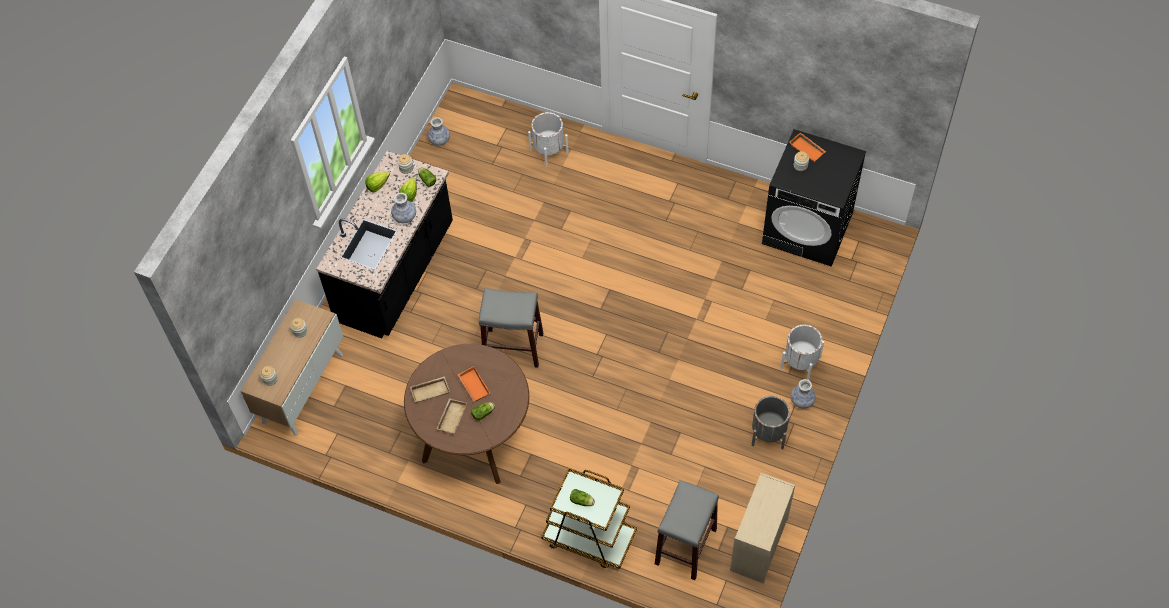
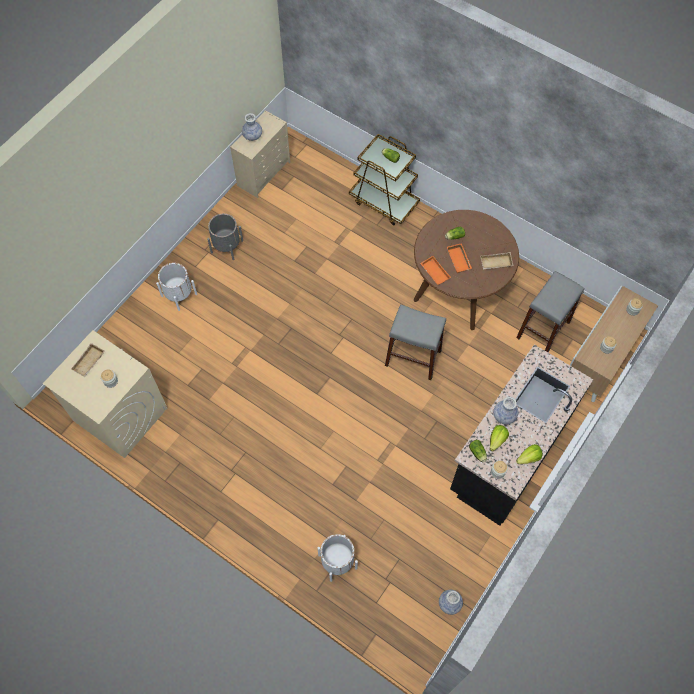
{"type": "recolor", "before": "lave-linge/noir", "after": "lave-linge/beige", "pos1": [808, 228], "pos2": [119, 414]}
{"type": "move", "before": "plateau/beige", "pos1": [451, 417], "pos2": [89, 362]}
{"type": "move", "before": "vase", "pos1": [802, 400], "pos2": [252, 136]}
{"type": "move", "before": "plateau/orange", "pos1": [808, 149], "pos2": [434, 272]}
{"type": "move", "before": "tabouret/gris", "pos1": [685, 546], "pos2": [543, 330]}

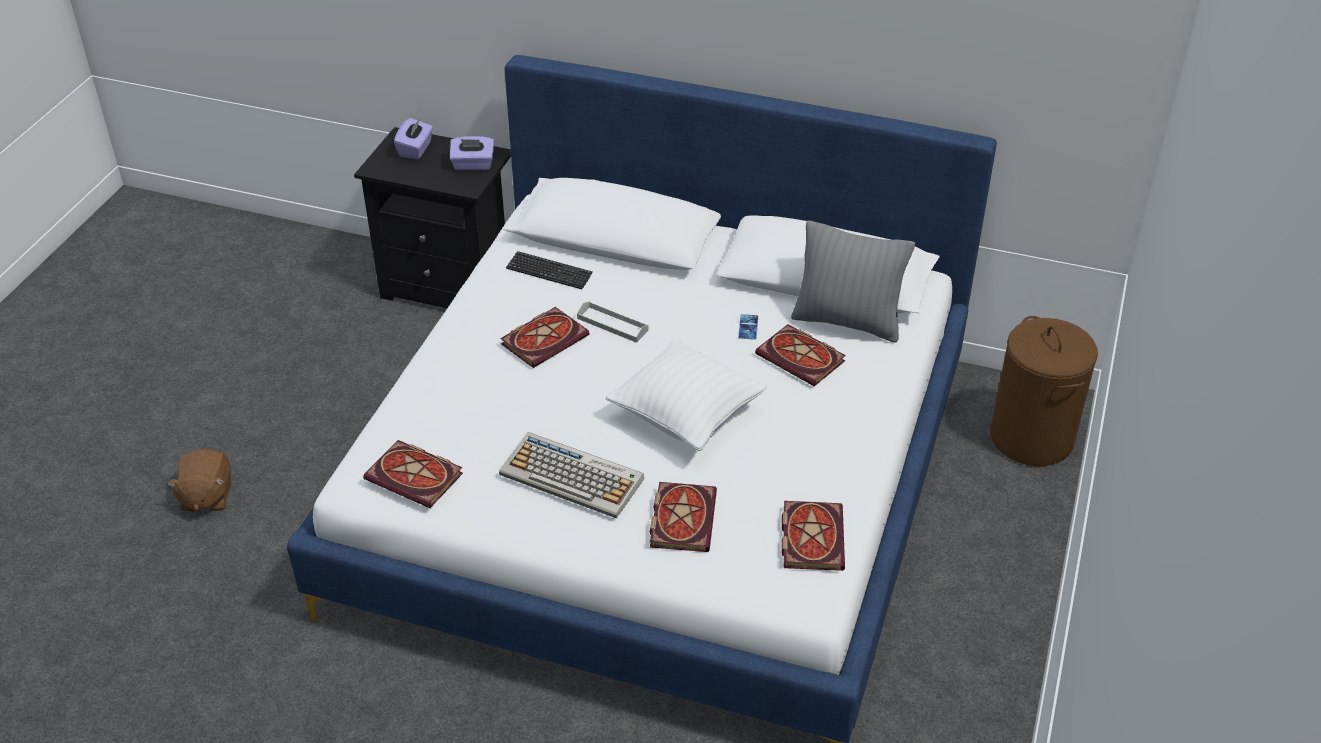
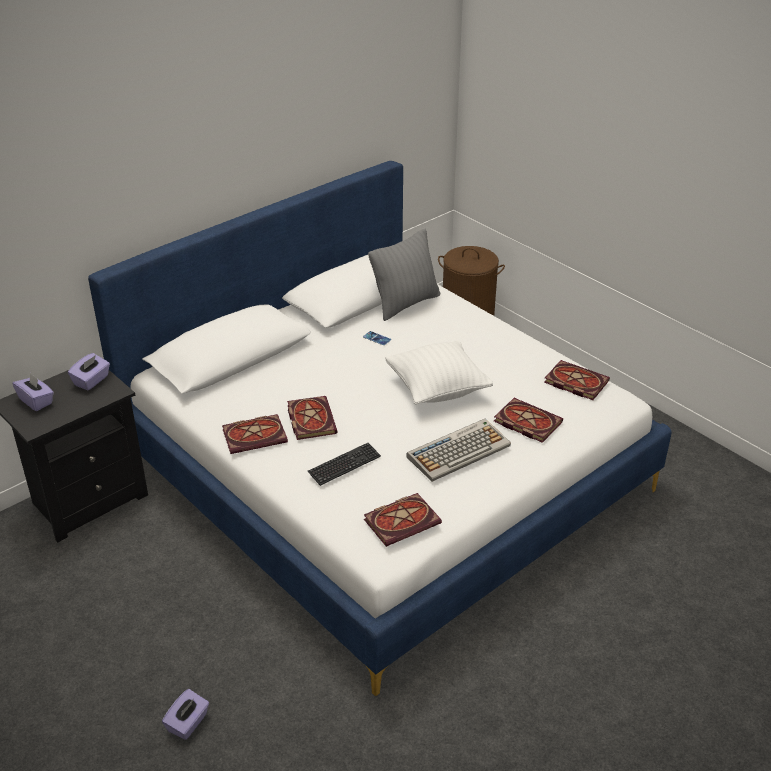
{"type": "replace", "before": "peluche/marron", "after": "boîte à mouchoirs/violet", "pos1": [206, 496], "pos2": [188, 723]}
{"type": "move", "before": "livre", "pos1": [803, 358], "pos2": [256, 435]}
{"type": "move", "before": "clavier", "pos1": [549, 272], "pos2": [344, 465]}
{"type": "delete", "before": "plateau/gris", "pos1": [612, 324]}

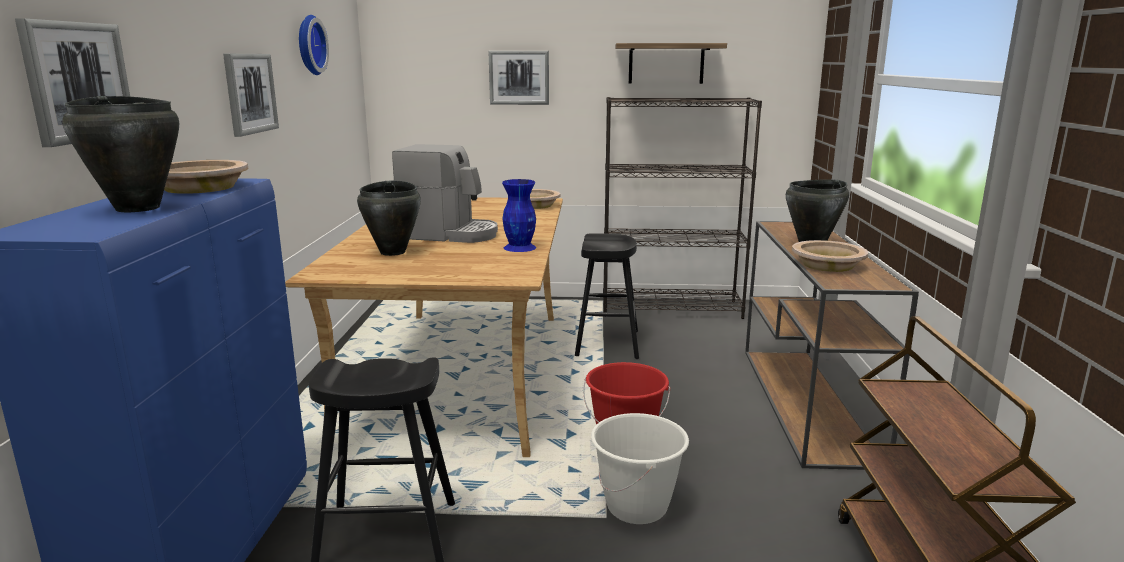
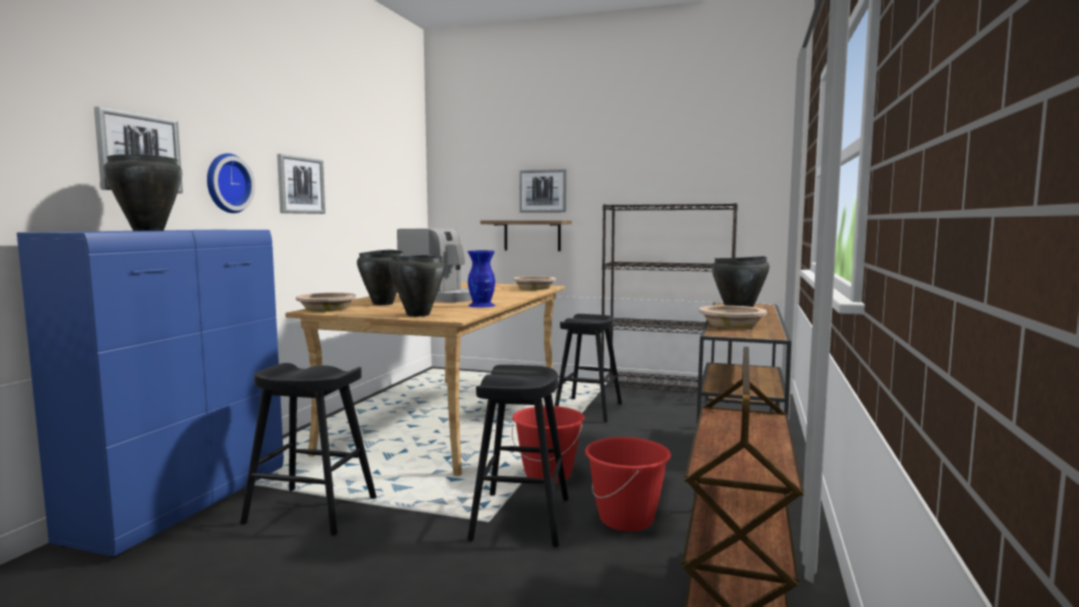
{"type": "move", "before": "horloge murale", "pos1": [308, 45], "pos2": [226, 183]}
{"type": "move", "before": "bol/beige", "pos1": [200, 188], "pos2": [326, 309]}
{"type": "insert", "after": "marmite/noir", "pos2": [417, 315]}
{"type": "replace", "before": "seau/blanc", "after": "tabouret/noir", "pos1": [637, 507], "pos2": [521, 518]}
{"type": "move", "before": "étagère", "pos1": [666, 63], "pos2": [532, 235]}
{"type": "insert", "after": "seau/rouge", "pos2": [626, 519]}

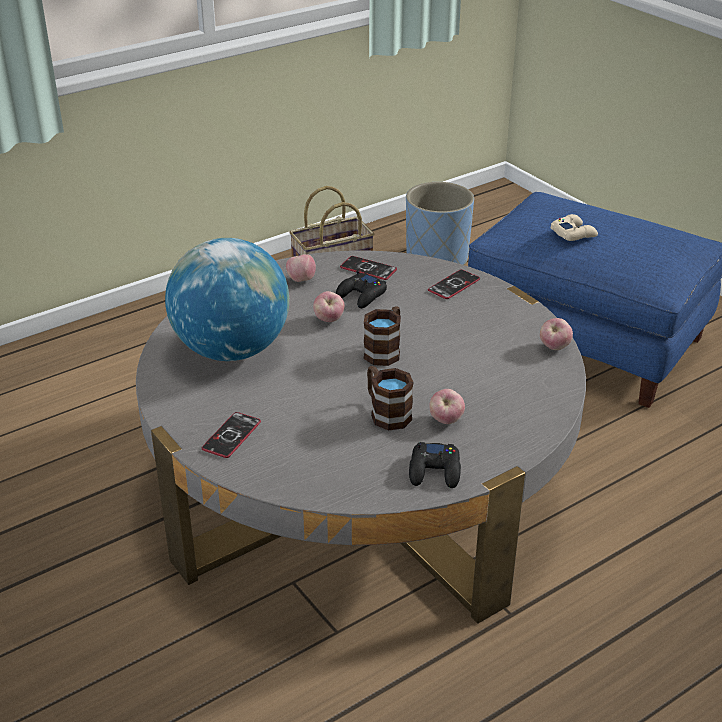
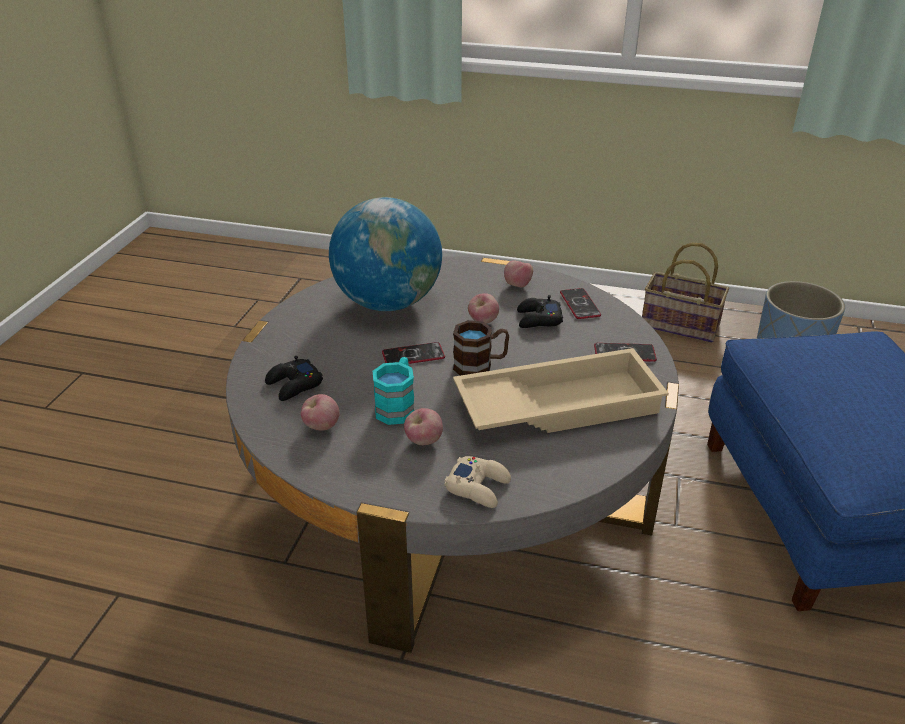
{"type": "move", "before": "manette/noir", "pos1": [435, 471], "pos2": [294, 385]}
{"type": "move", "before": "pomme", "pos1": [554, 348], "pos2": [321, 427]}
{"type": "recolor", "before": "mug/marron", "after": "mug/turquoise", "pos1": [386, 412], "pos2": [397, 406]}
{"type": "move", "before": "téléphone", "pos1": [231, 436], "pos2": [413, 355]}
{"type": "move", "before": "manette/beige", "pos1": [573, 233], "pos2": [478, 487]}
{"type": "insert", "after": "plateau/beige", "pos2": [558, 404]}

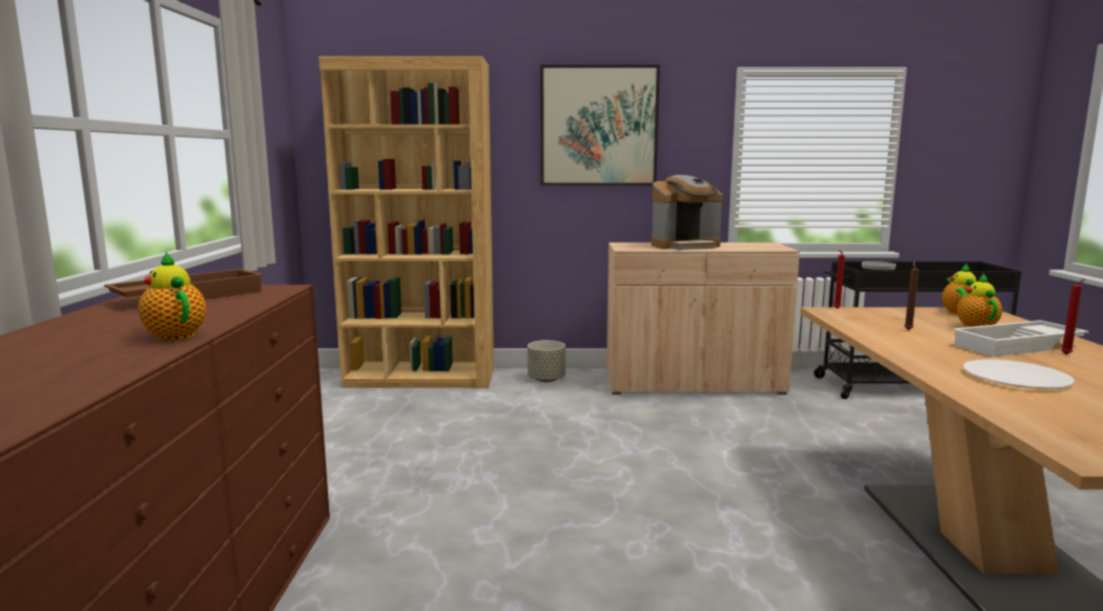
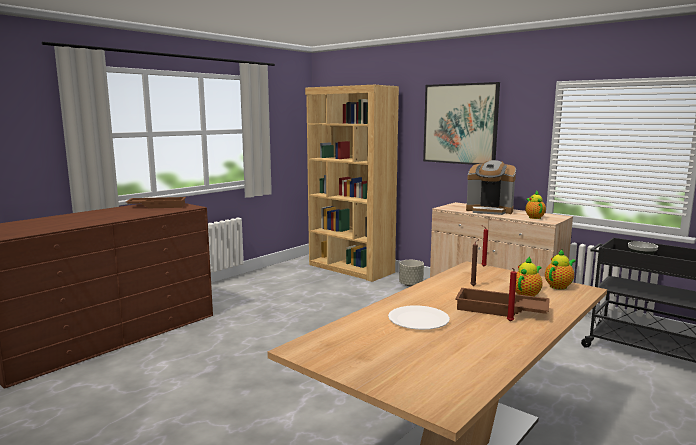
{"type": "recolor", "before": "plateau/blanc", "after": "plateau/marron", "pos1": [1018, 346], "pos2": [500, 310]}
{"type": "move", "before": "théière", "pos1": [174, 335], "pos2": [534, 217]}

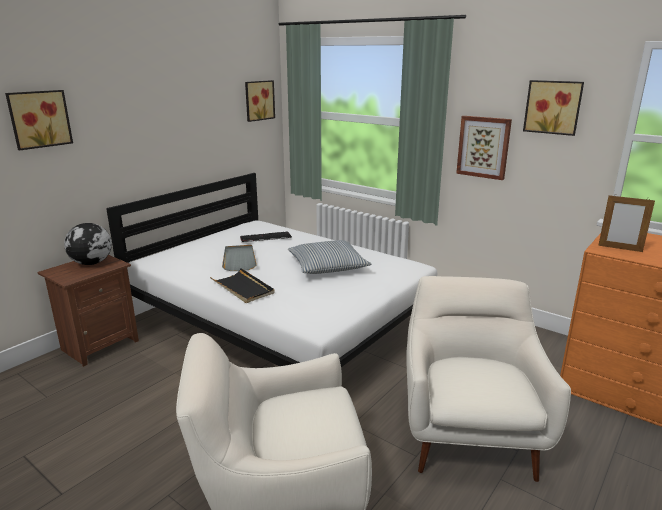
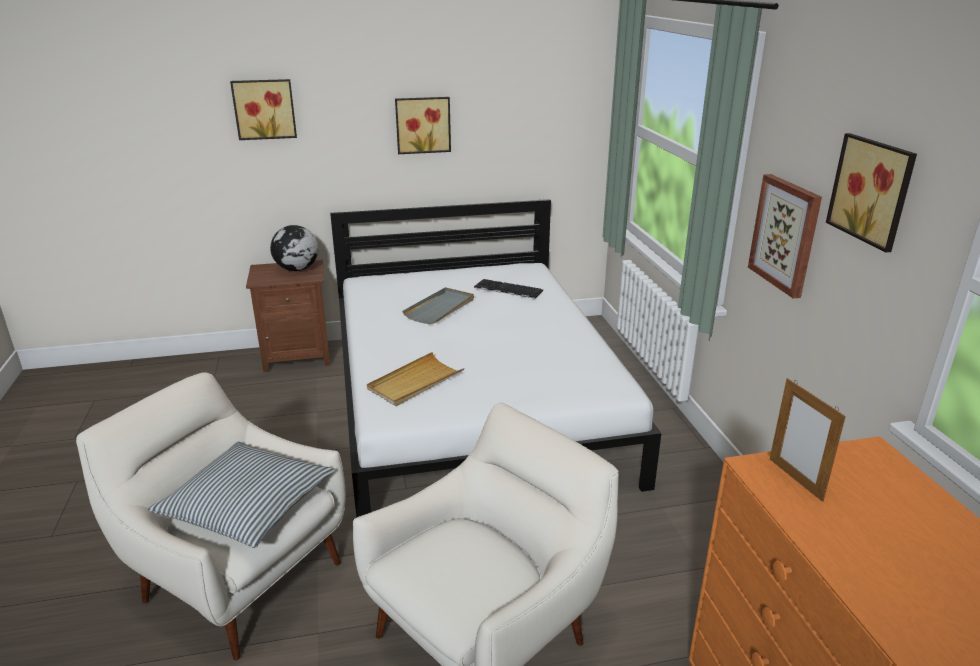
{"type": "move", "before": "coussin", "pos1": [327, 266], "pos2": [248, 505]}
{"type": "insert", "after": "plateau/beige", "pos2": [415, 382]}
{"type": "move", "before": "tableau", "pos1": [258, 100], "pos2": [423, 125]}
{"type": "delete", "before": "plateau/noir", "pos1": [243, 288]}

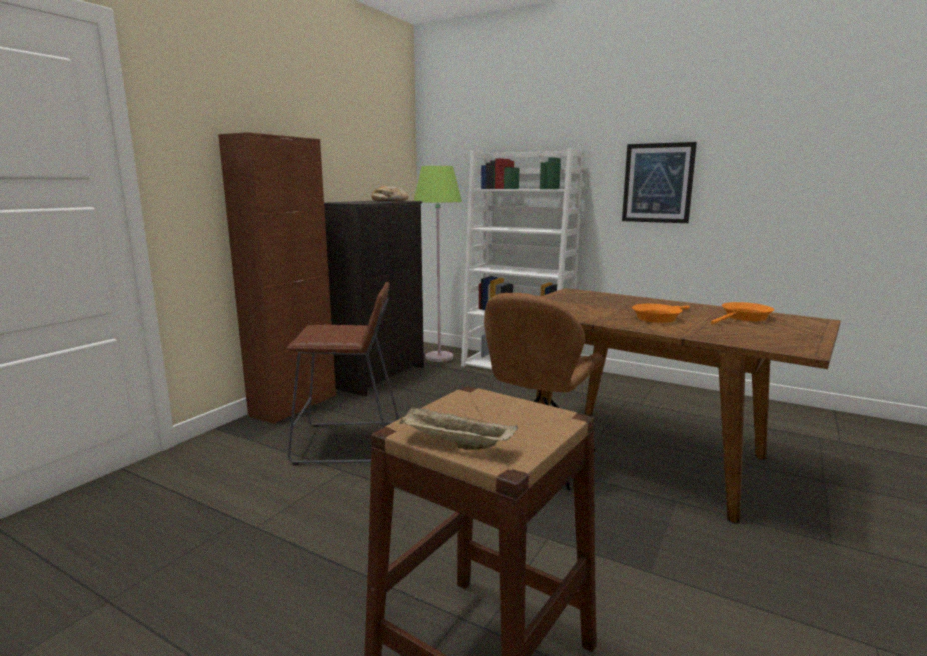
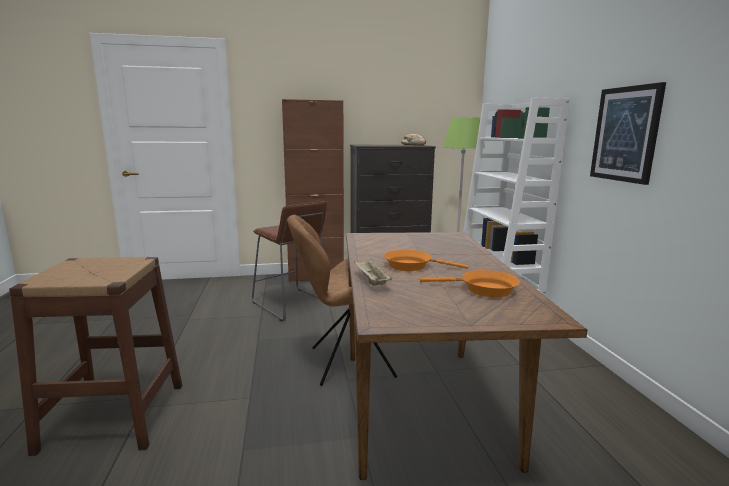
{"type": "move", "before": "plateau/beige", "pos1": [454, 444], "pos2": [371, 281]}

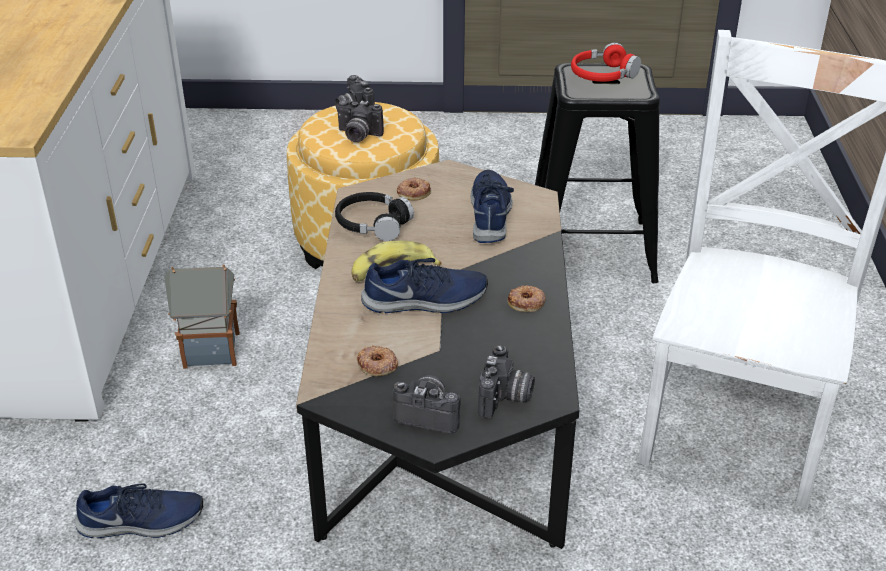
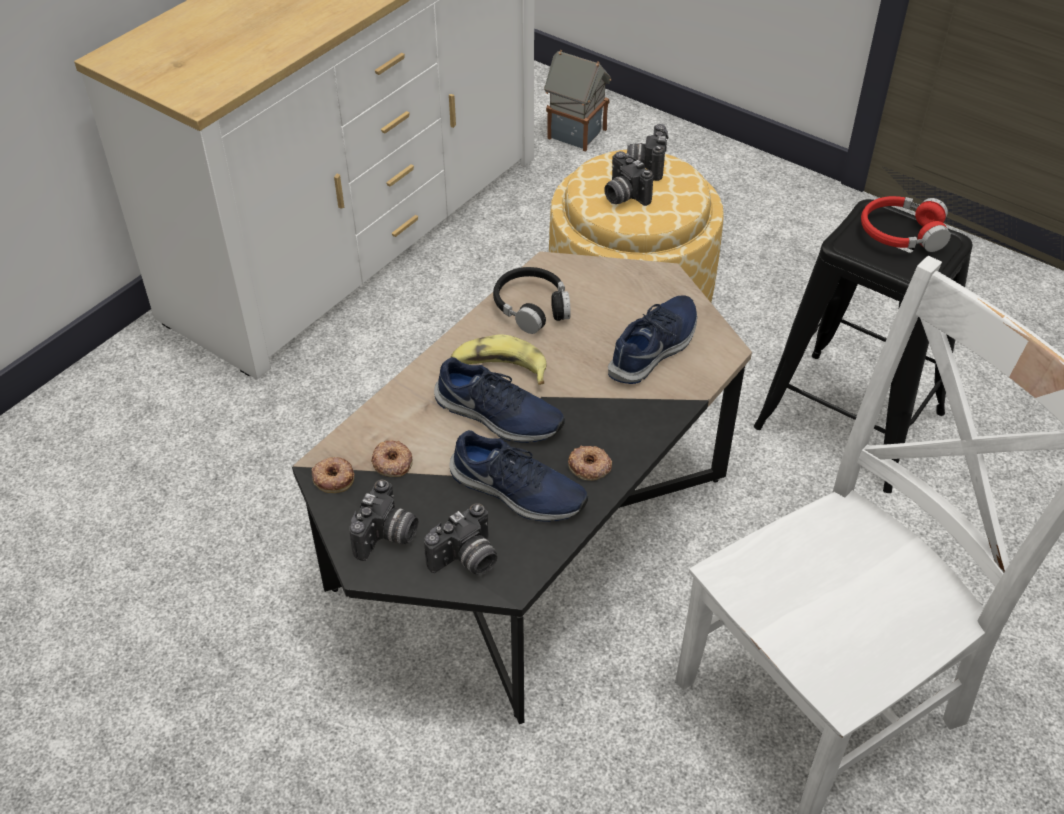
{"type": "move", "before": "beignet", "pos1": [413, 192], "pos2": [333, 477]}
{"type": "rotate", "before": "appareil photo", "pos1": [429, 414], "pos2": [387, 537], "turn": 60}
{"type": "move", "before": "chaussure/bleu", "pos1": [142, 523], "pos2": [517, 492]}
{"type": "move", "before": "maison miniature", "pos1": [209, 350], "pos2": [575, 133]}

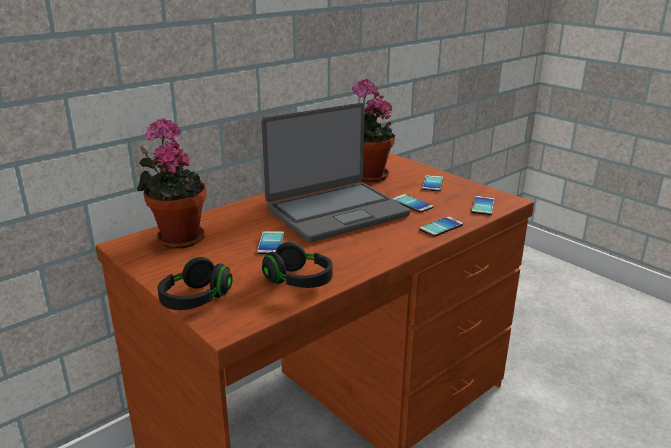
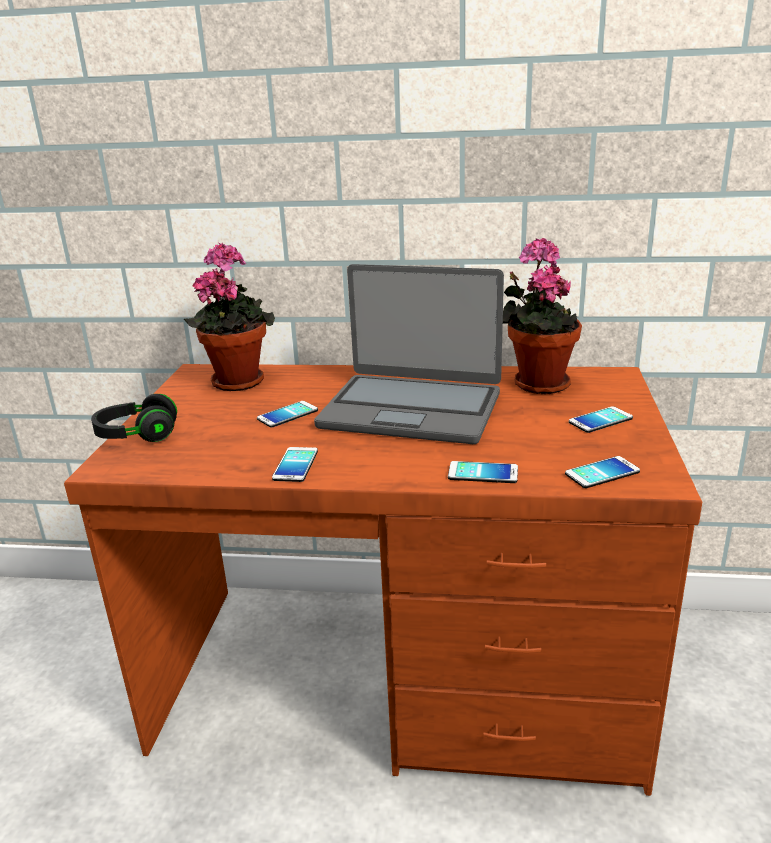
{"type": "move", "before": "téléphone", "pos1": [412, 204], "pos2": [295, 465]}
{"type": "delete", "before": "casque audio/noir", "pos1": [299, 281]}

